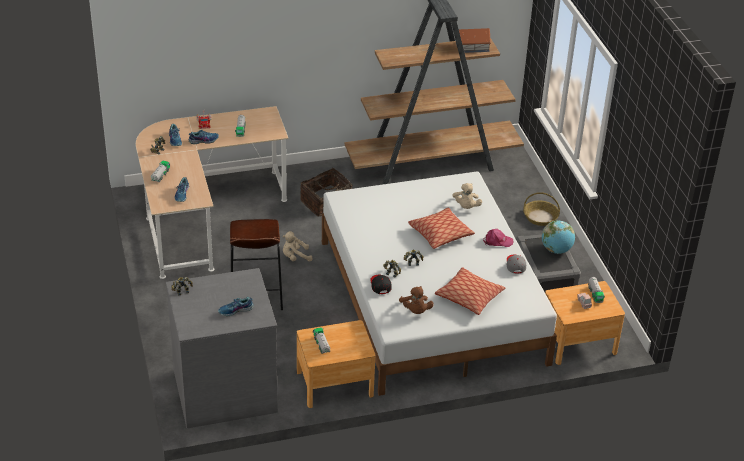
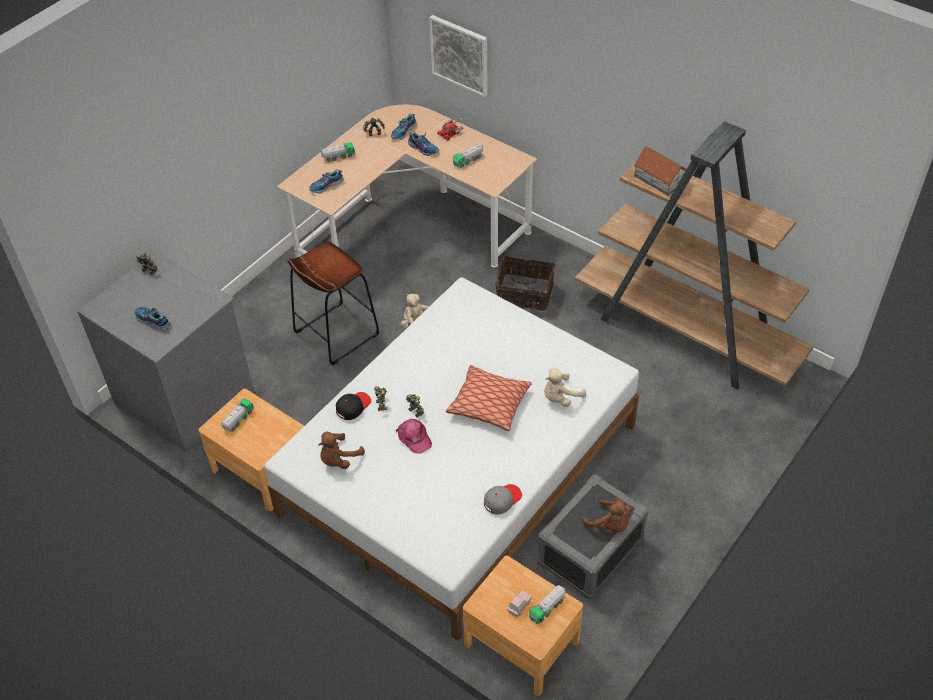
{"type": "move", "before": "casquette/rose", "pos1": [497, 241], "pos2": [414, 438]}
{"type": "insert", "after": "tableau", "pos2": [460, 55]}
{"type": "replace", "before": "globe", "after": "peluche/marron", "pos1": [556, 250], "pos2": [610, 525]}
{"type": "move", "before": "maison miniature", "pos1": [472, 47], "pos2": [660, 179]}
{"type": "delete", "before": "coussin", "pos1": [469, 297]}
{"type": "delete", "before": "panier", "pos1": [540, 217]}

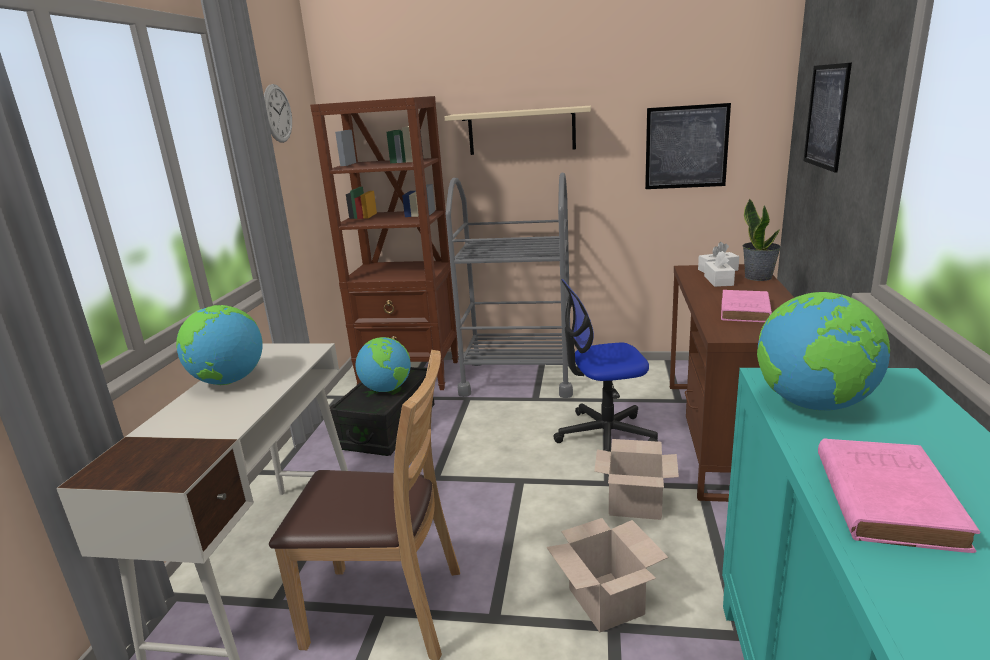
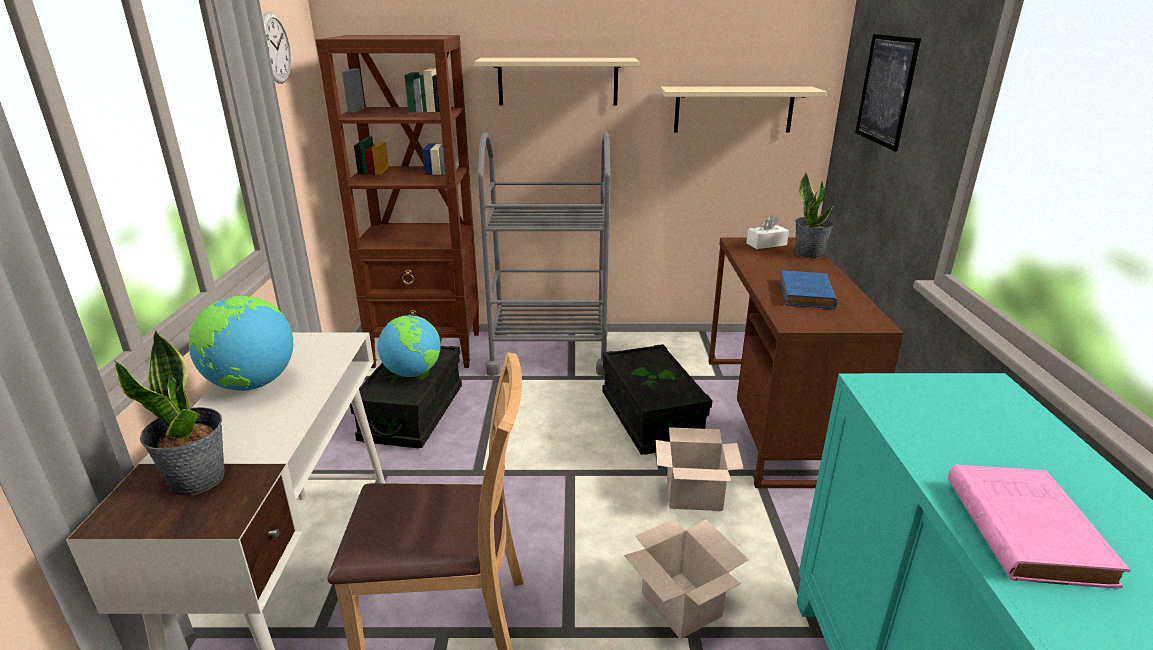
{"type": "insert", "after": "plante en pot", "pos2": [198, 479]}
{"type": "replace", "before": "chaise de bureau", "after": "boîte de rangement/noir", "pos1": [604, 435], "pos2": [651, 418]}
{"type": "replace", "before": "tableau", "after": "étagère/beige", "pos1": [686, 147], "pos2": [733, 109]}
{"type": "recolor", "before": "livre/rose", "after": "livre/bleu", "pos1": [745, 311], "pos2": [806, 295]}
{"type": "delete", "before": "boîte à mouchoirs/blanc", "pos1": [718, 281]}
{"type": "delete", "before": "globe", "pos1": [814, 405]}

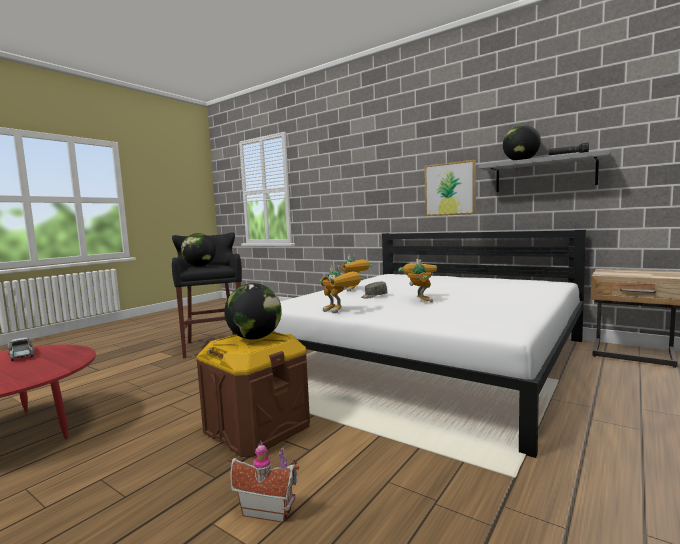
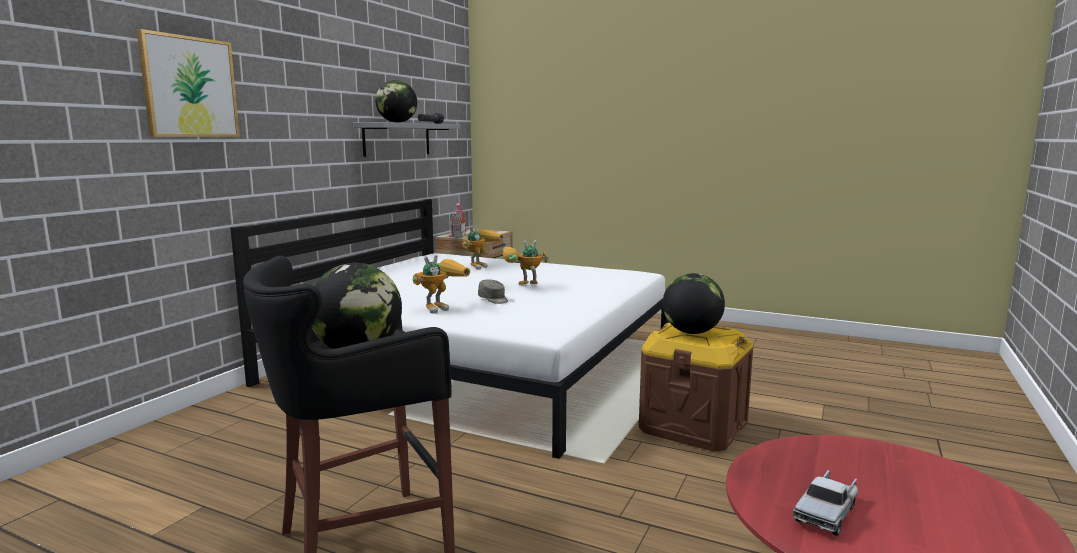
{"type": "move", "before": "tableau", "pos1": [450, 189], "pos2": [190, 87]}
{"type": "move", "before": "maison miniature", "pos1": [268, 509], "pos2": [457, 235]}
{"type": "move", "before": "robot jouet", "pos1": [341, 311], "pos2": [480, 266]}

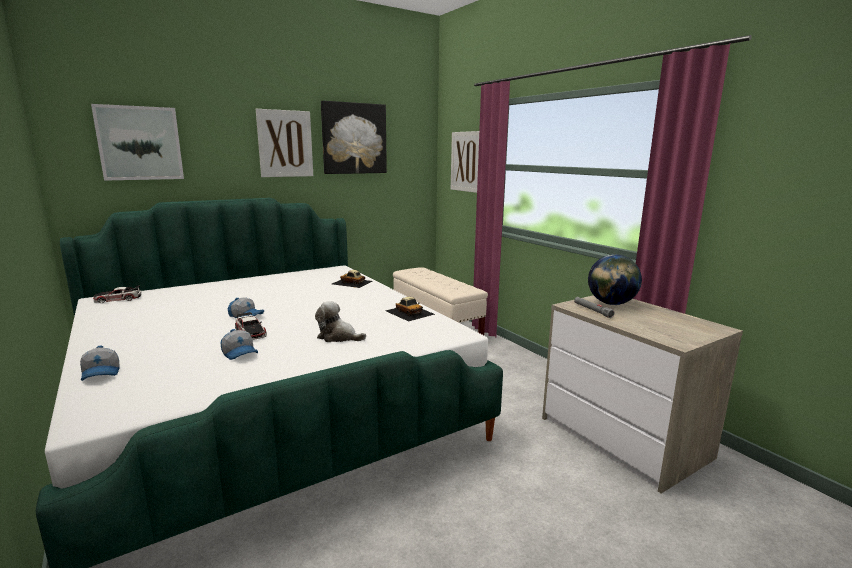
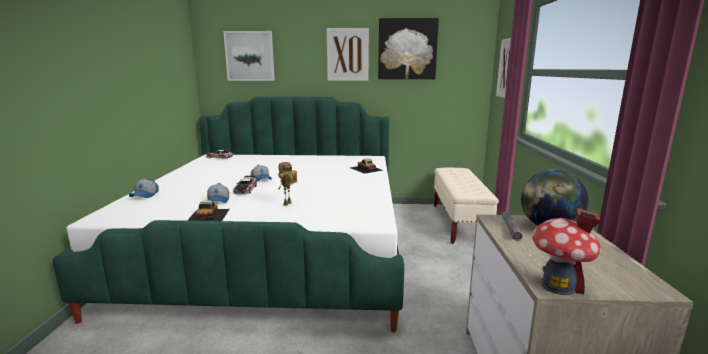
{"type": "move", "before": "petite voiture", "pos1": [409, 312], "pos2": [208, 216]}
{"type": "replace", "before": "peluche", "after": "robot jouet", "pos1": [338, 337], "pos2": [288, 204]}
{"type": "insert", "after": "maison miniature", "pos2": [558, 286]}

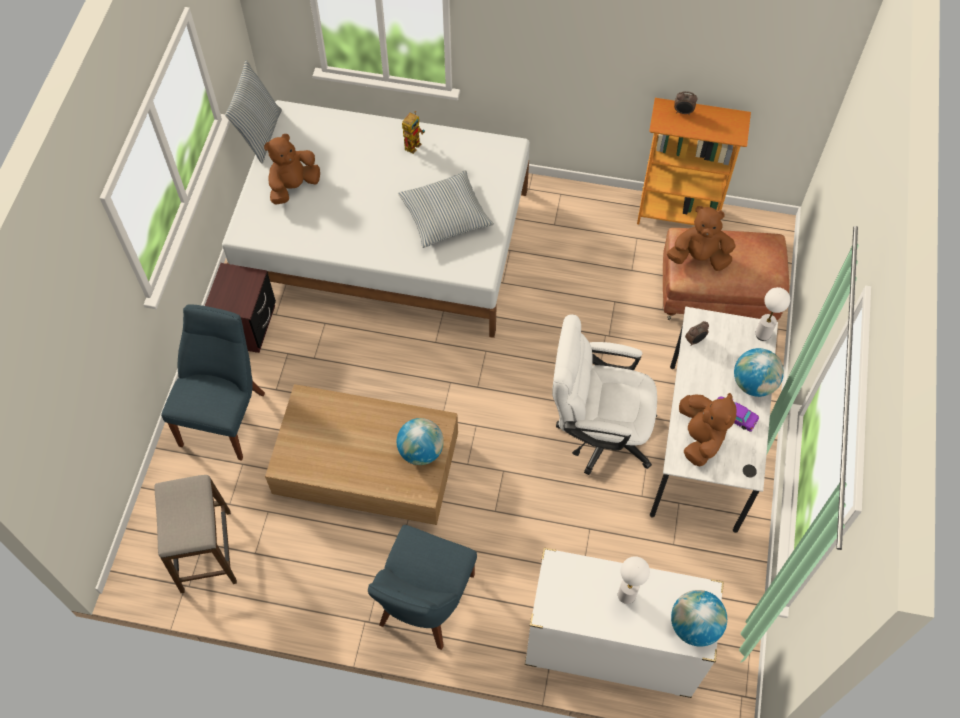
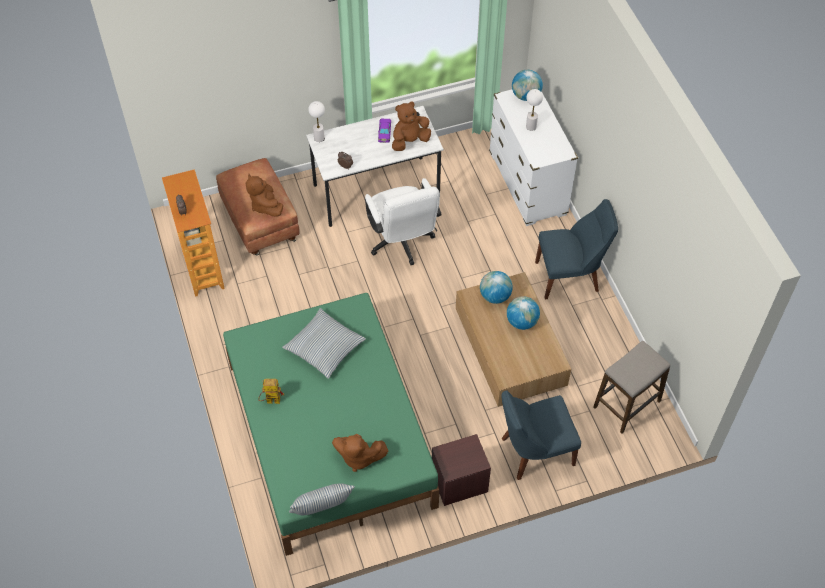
{"type": "recolor", "before": "lit/blanc", "after": "lit/vert", "pos1": [385, 239], "pos2": [329, 434]}
{"type": "move", "before": "globe", "pos1": [753, 383], "pos2": [521, 322]}

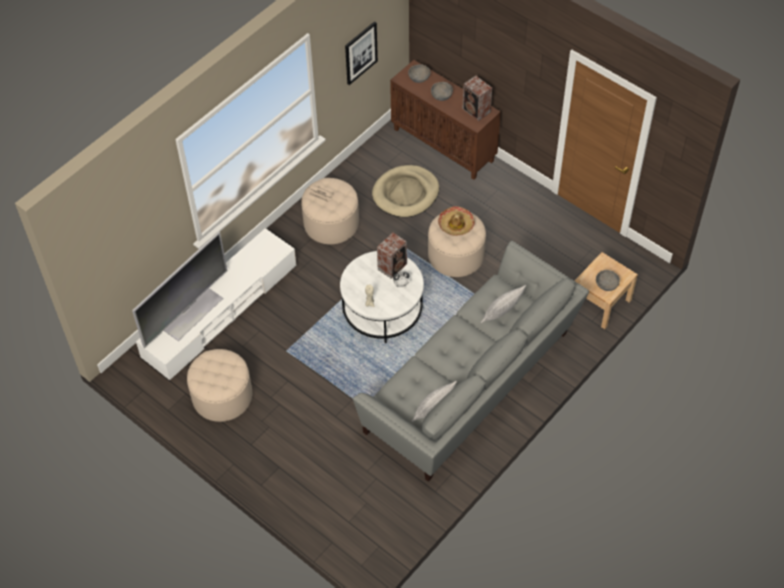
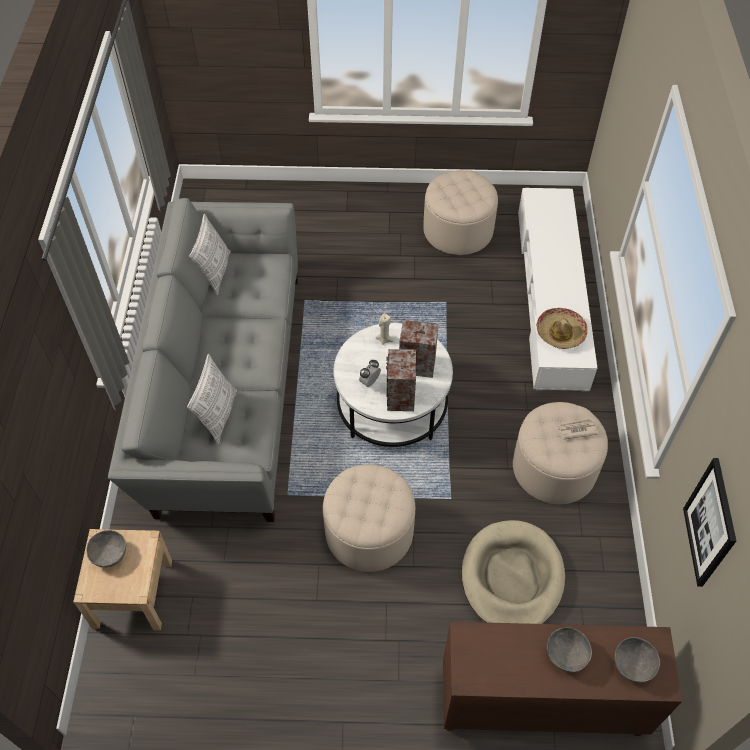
{"type": "move", "before": "enceinte", "pos1": [476, 111], "pos2": [415, 364]}
{"type": "move", "before": "chapeau", "pos1": [456, 224], "pos2": [560, 333]}
{"type": "delete", "before": "téléviseur", "pos1": [192, 313]}

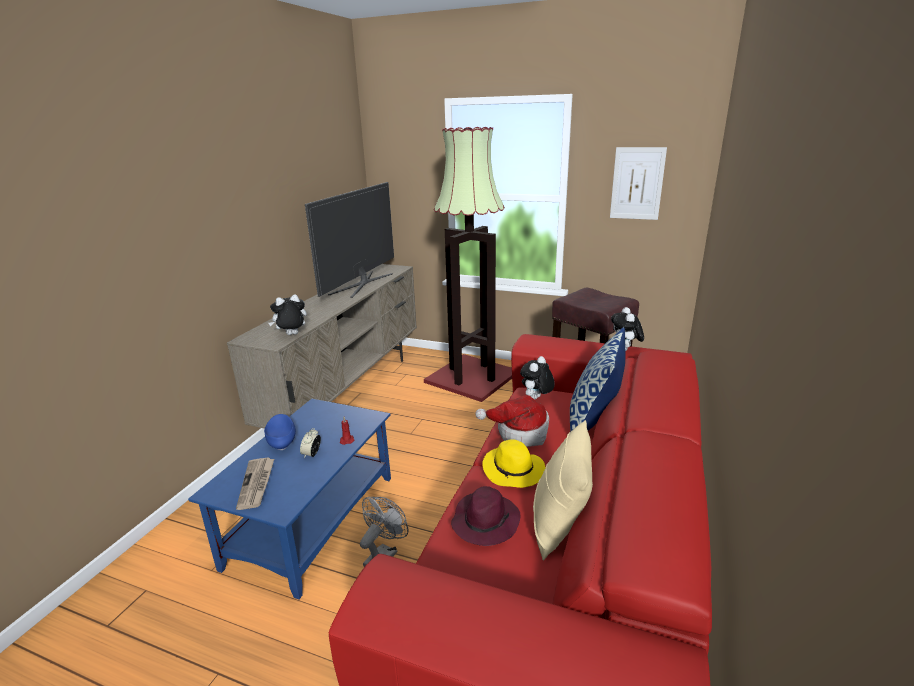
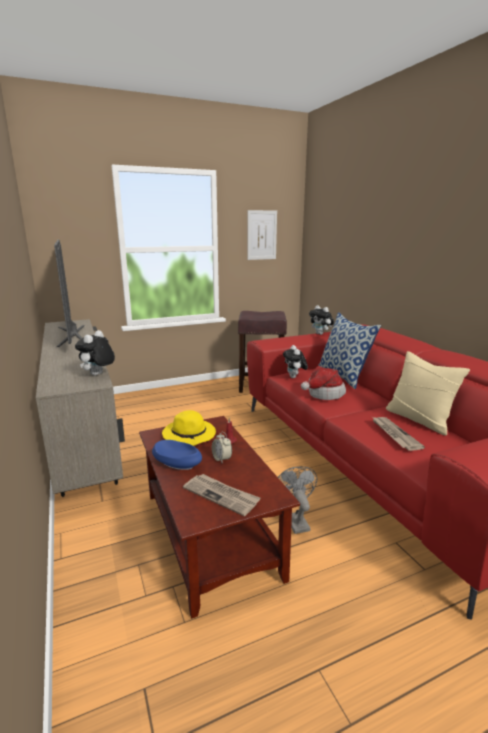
{"type": "recolor", "before": "table basse/bleu", "after": "table basse/marron", "pos1": [312, 521], "pos2": [211, 534]}
{"type": "move", "before": "chapeau/jaune", "pos1": [514, 471], "pos2": [190, 435]}
{"type": "replace", "before": "chapeau/violet", "after": "journal", "pos1": [485, 521], "pos2": [394, 434]}
{"type": "delete", "before": "lampadaire", "pos1": [471, 377]}

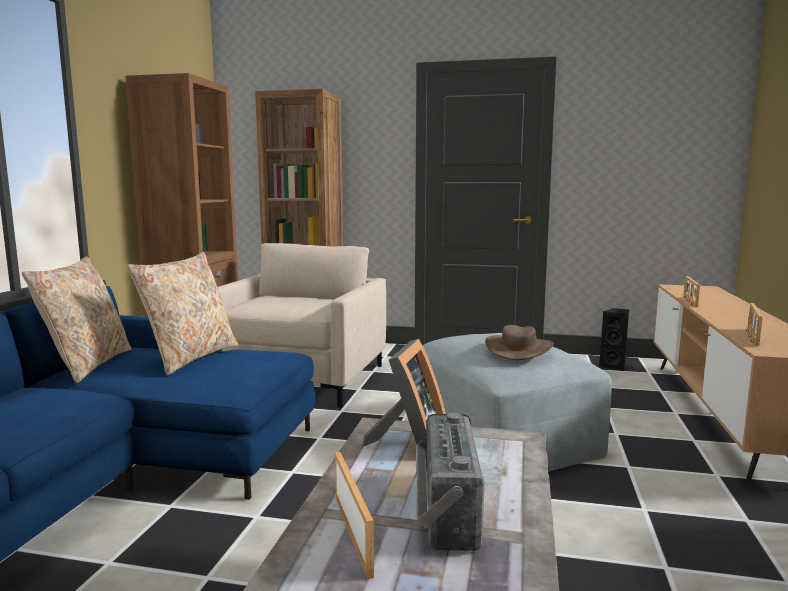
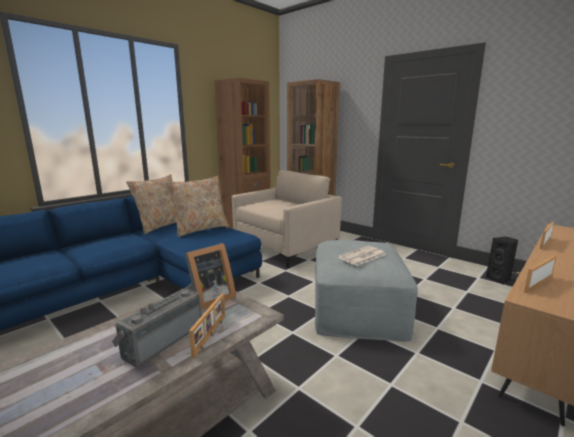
{"type": "move", "before": "cadre photo", "pos1": [355, 534], "pos2": [210, 335]}
{"type": "replace", "before": "chapeau/marron", "after": "journal", "pos1": [519, 349], "pos2": [362, 256]}

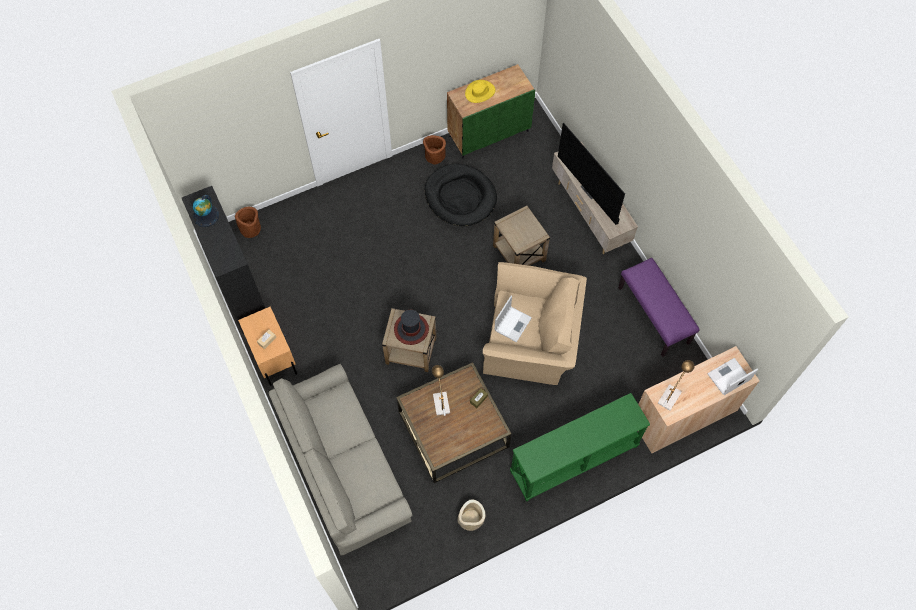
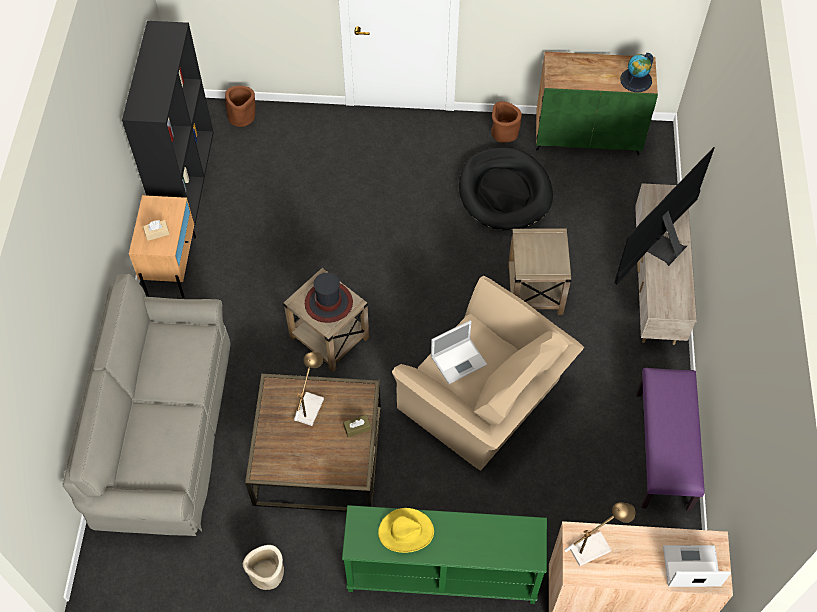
{"type": "move", "before": "chapeau/jaune", "pos1": [480, 92], "pos2": [406, 532]}
{"type": "rotate", "before": "téléviseur", "pos1": [591, 190], "pos2": [661, 248], "turn": 45}
{"type": "move", "before": "globe", "pos1": [206, 215], "pos2": [636, 80]}

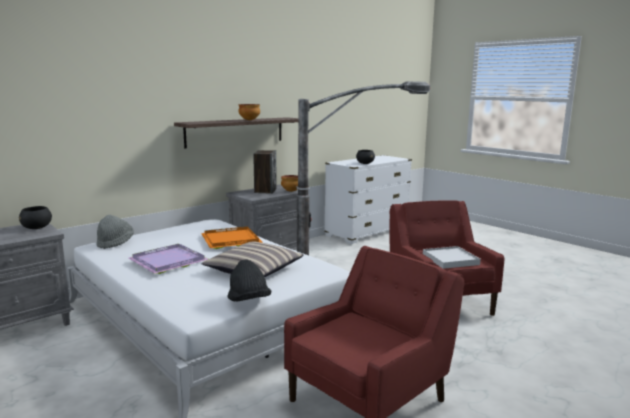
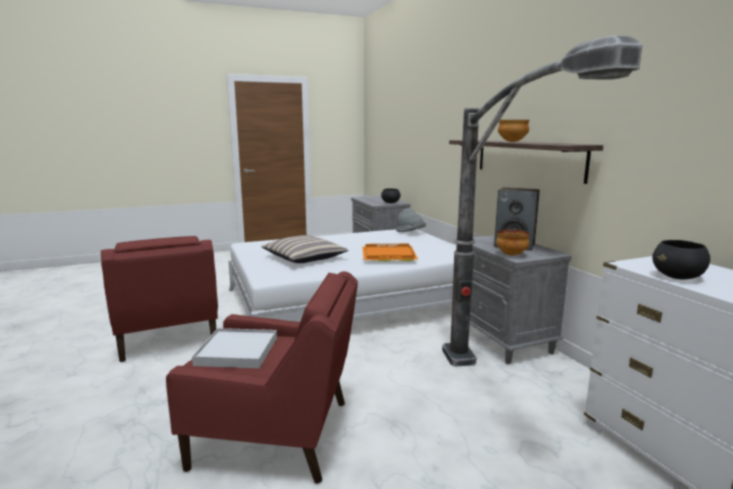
{"type": "delete", "before": "plateau/violet", "pos1": [168, 261]}
{"type": "delete", "before": "chapeau/noir", "pos1": [248, 301]}

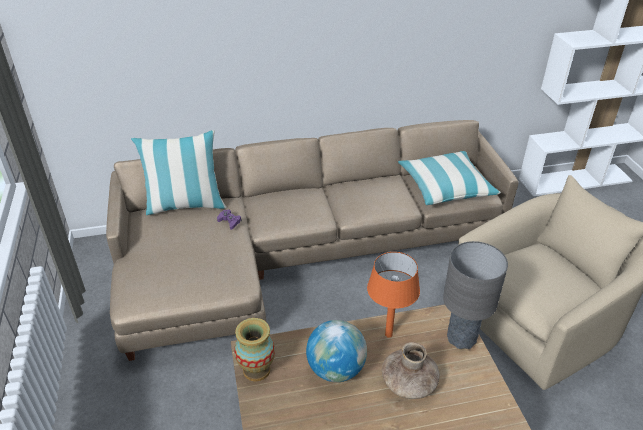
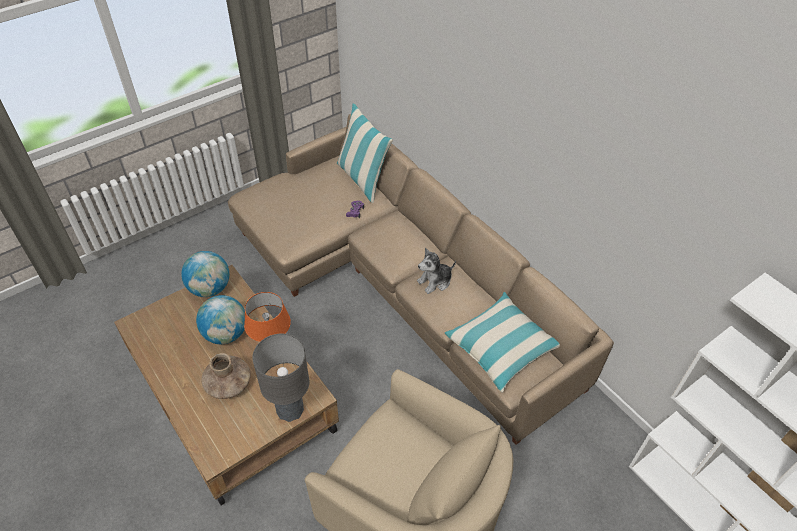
{"type": "replace", "before": "vase", "after": "globe", "pos1": [257, 370], "pos2": [210, 288]}
{"type": "insert", "after": "peluche", "pos2": [435, 281]}

